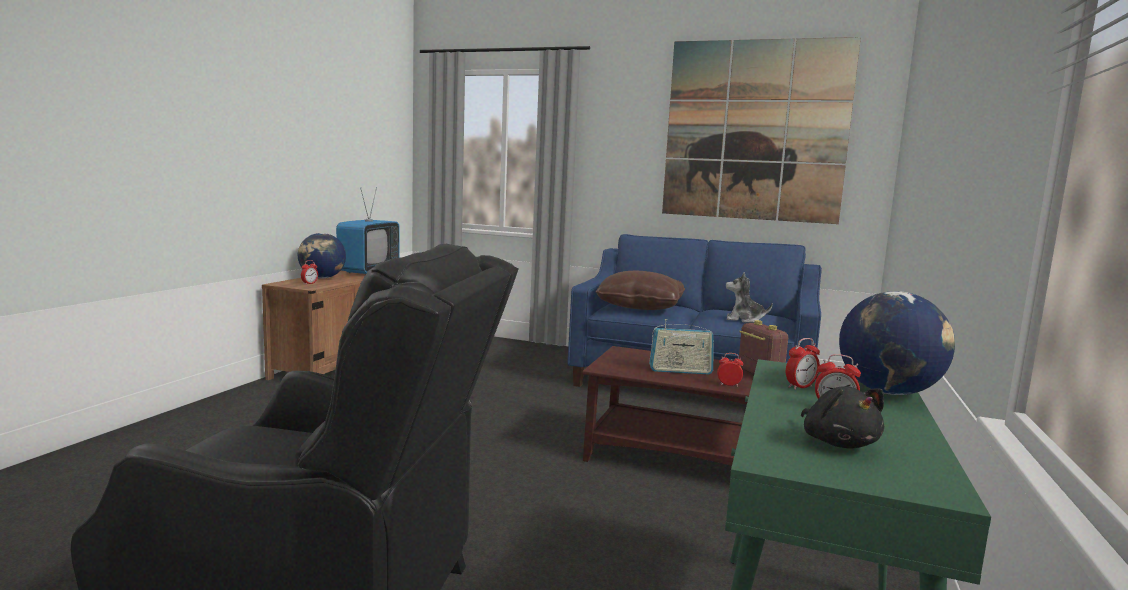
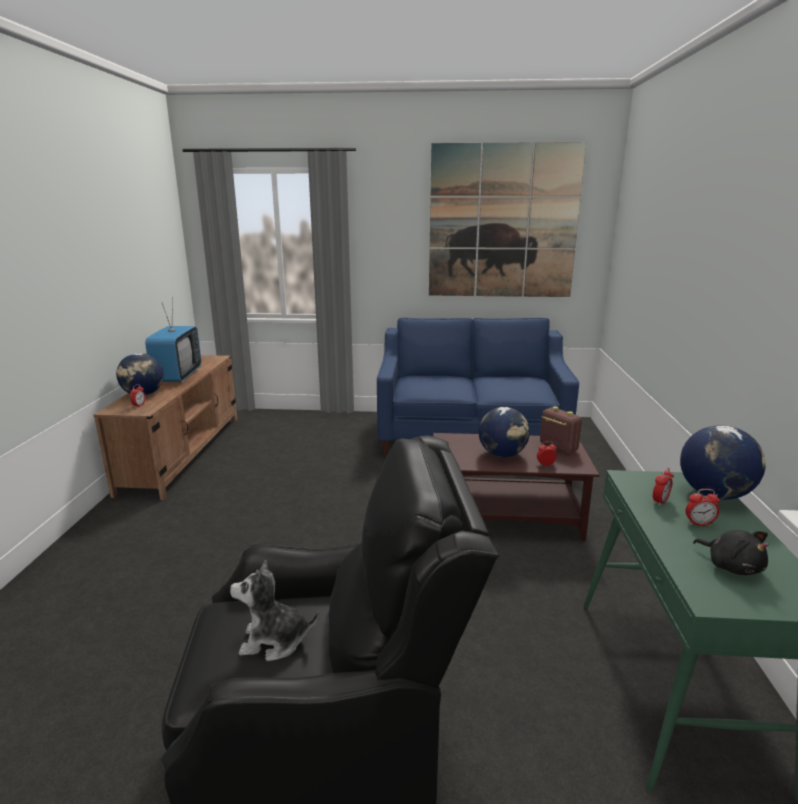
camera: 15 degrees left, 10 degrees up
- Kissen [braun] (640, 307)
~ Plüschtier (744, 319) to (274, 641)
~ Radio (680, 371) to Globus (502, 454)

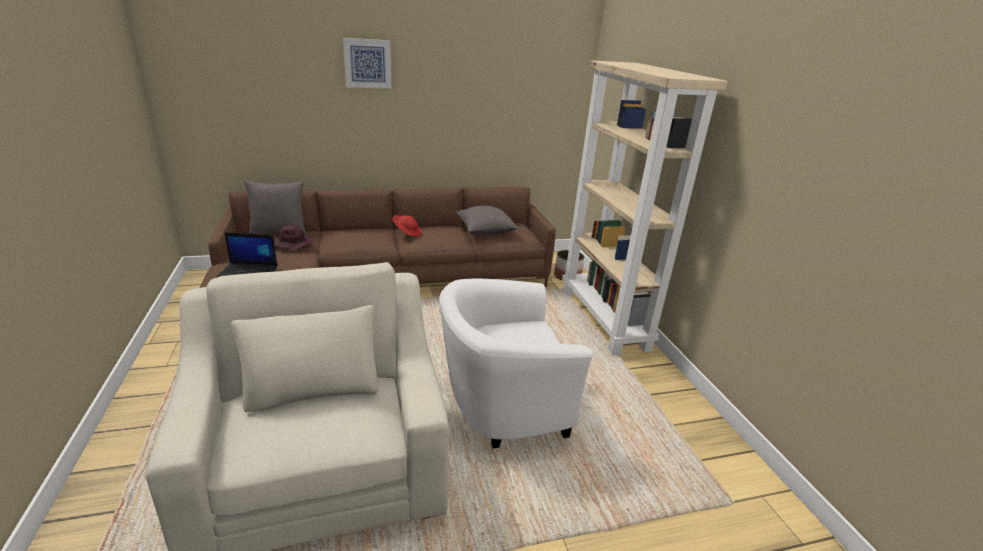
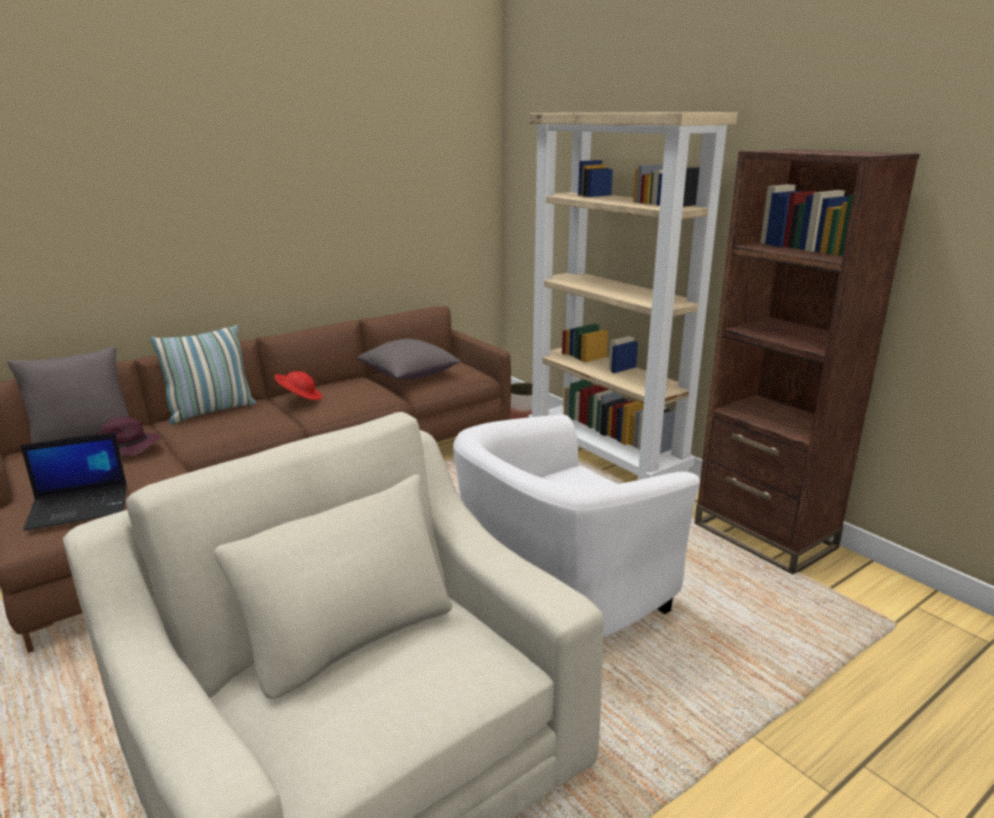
camera: 20 degrees left, 5 degrees down
- Bild (367, 63)
+ Bücherregal [braun] (764, 536)
+ Kissen (211, 411)

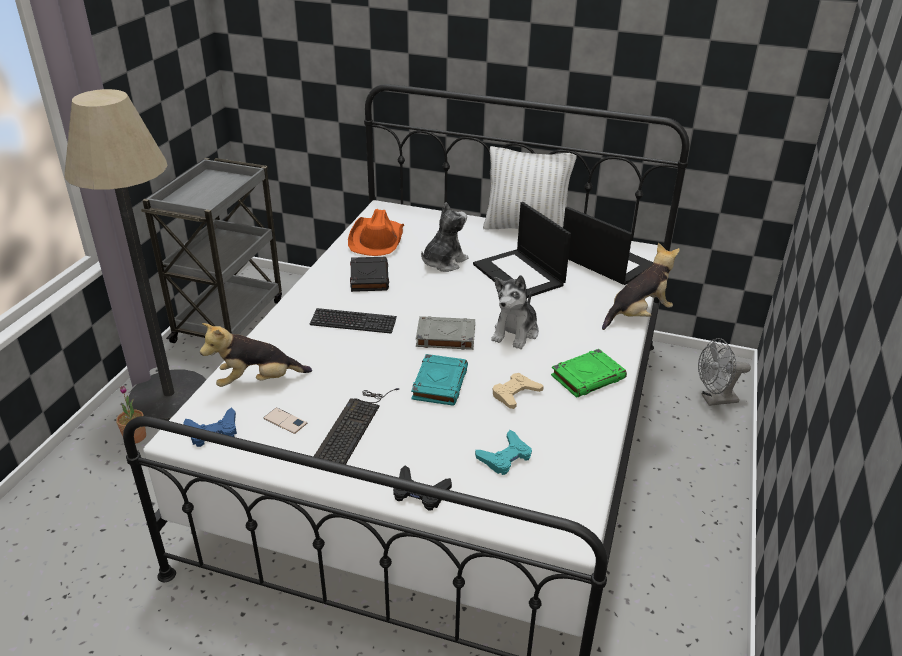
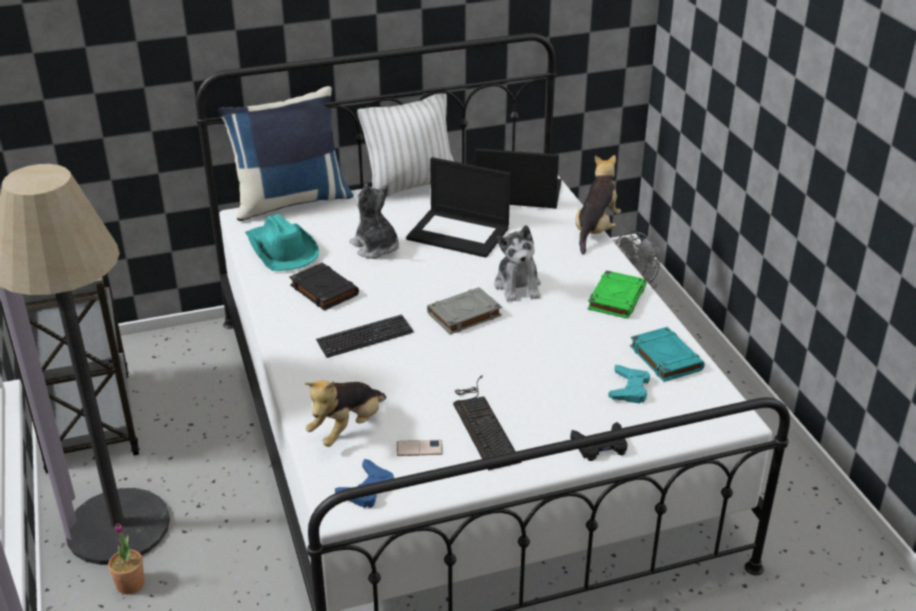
camera: 35 degrees left, 0 degrees up
~ Plüschtier (443, 262) = (376, 247) 45 degrees counterclockwise
~ Hut [orange] (377, 239) to Hut [türkis] (281, 250)
~ Buch [türkis] (439, 383) to (665, 358)
- Gamepad [beige] (515, 394)
+ Kissen [blau] (291, 201)

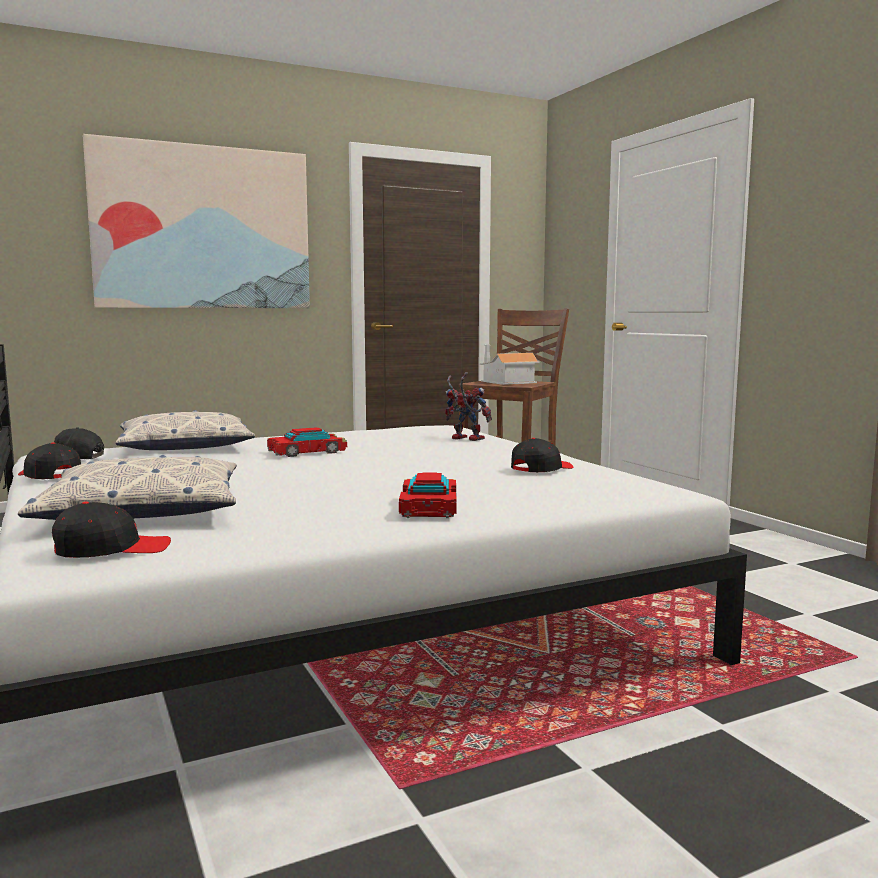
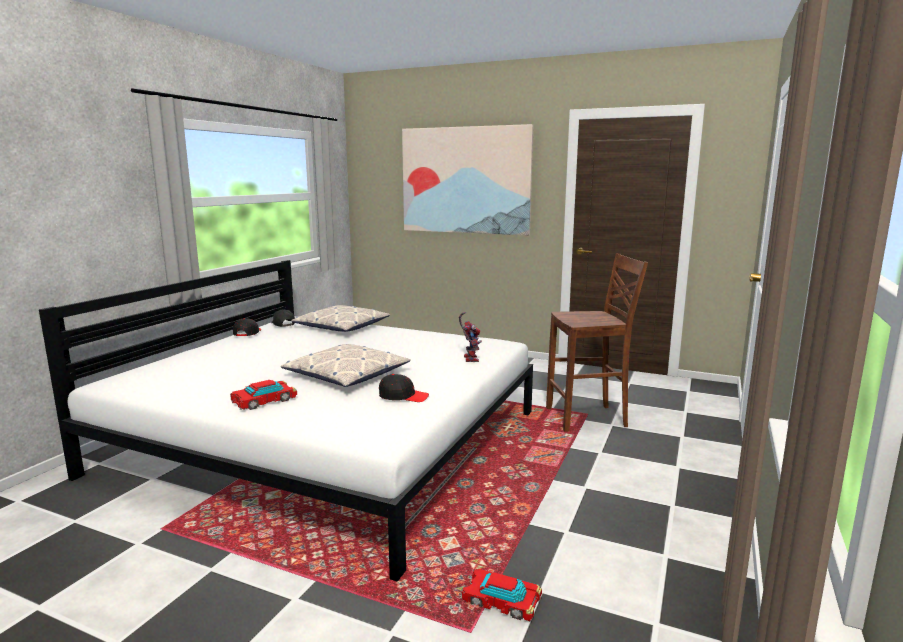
camera: 50 degrees right, 5 degrees up
- Spielzeughaus (506, 382)
~ Spielzeugauto (306, 452) to (501, 600)
~ Kissen (143, 510) to (347, 375)
- Kappe [schwarz] (112, 549)

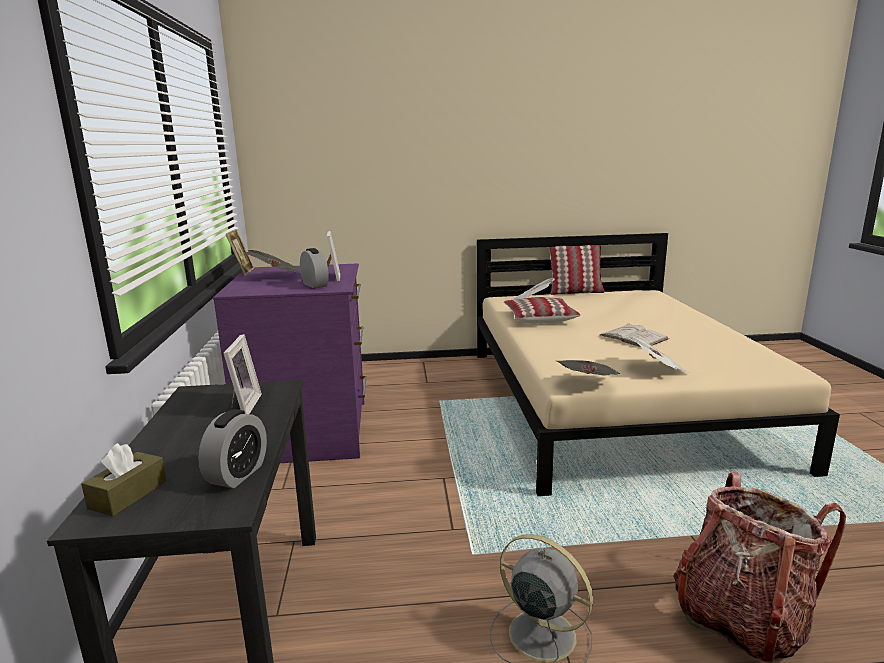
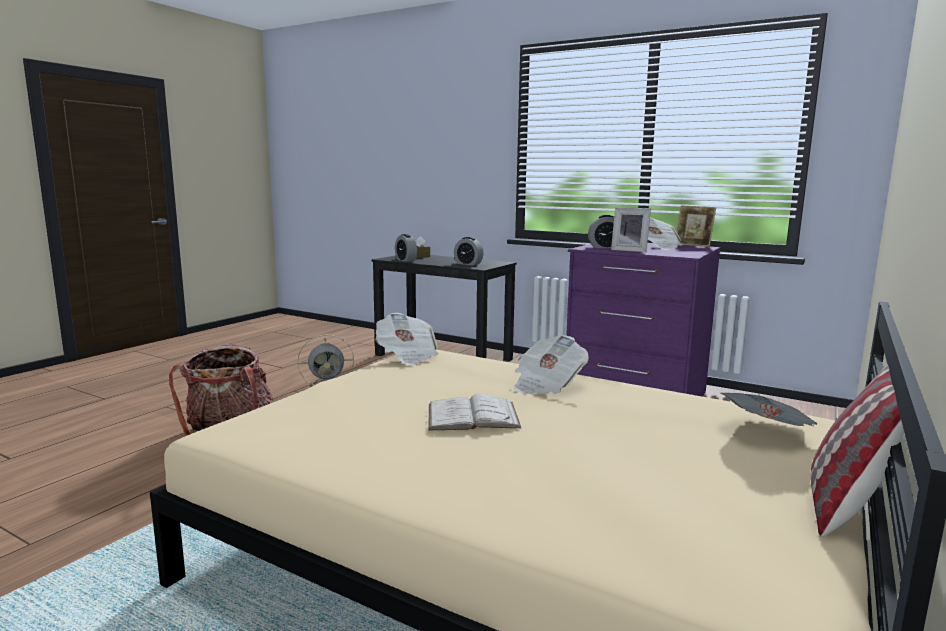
camera: 125 degrees right, 5 degrees down
- Kissen (539, 318)
~ Bilderrahmen (242, 406) to Wecker (468, 264)
~ Zeitung (656, 369) to (546, 385)

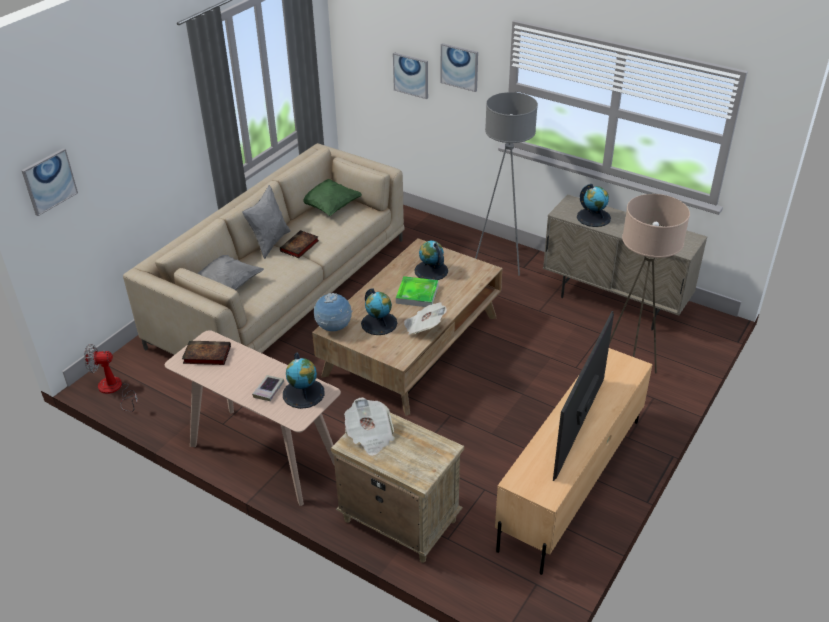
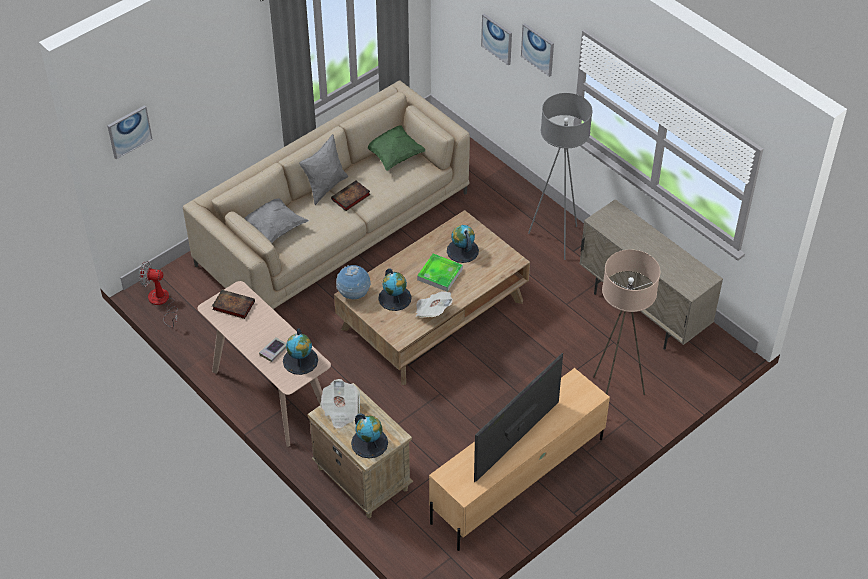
camera: 15 degrees right, 10 degrees up
~ Globus (593, 217) to (369, 443)

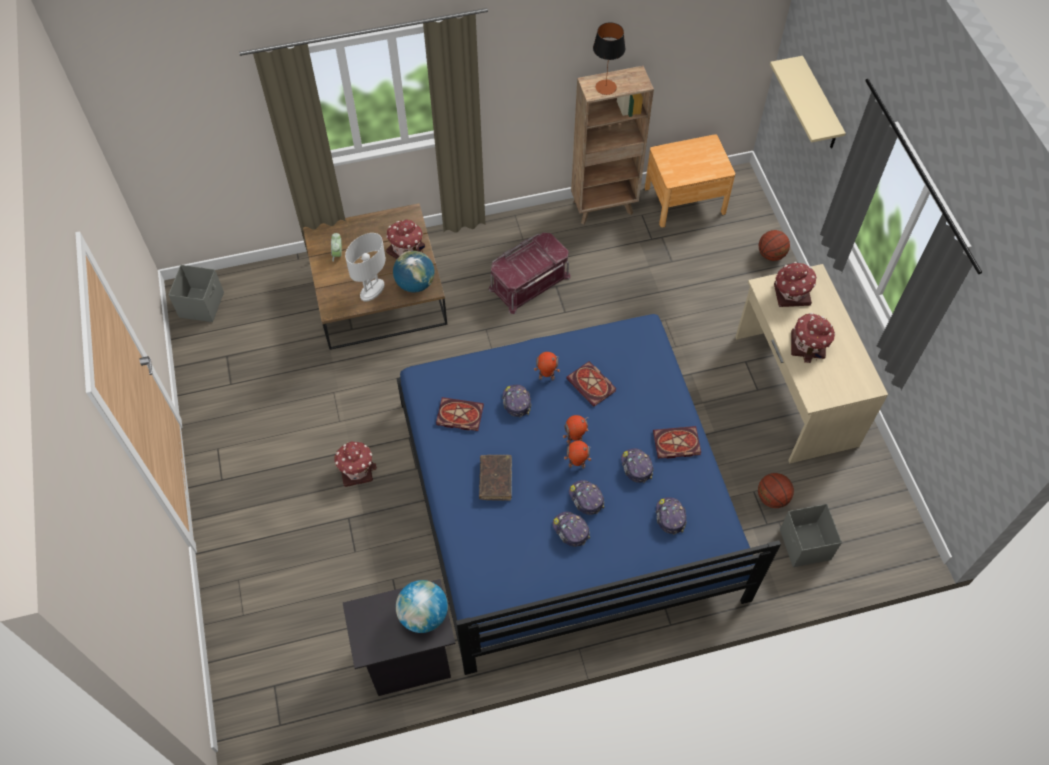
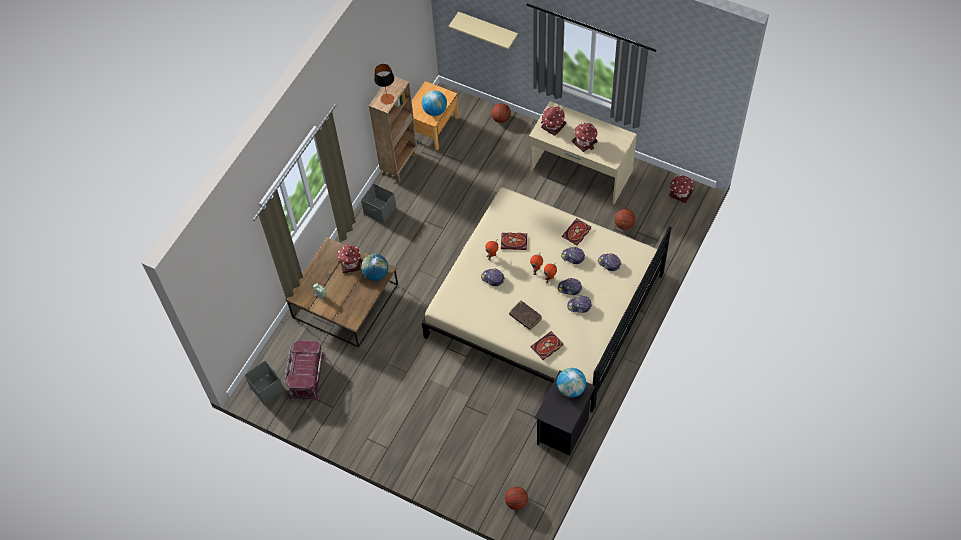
camera: 45 degrees left, 0 degrees up
- Tischlampe [weiß] (372, 290)
~ Aufbewahrungsbox [rot] (529, 281) to (306, 375)
~ Bett [blau] (567, 498) to Bett [beige] (545, 305)
~ Buch (458, 415) to (546, 347)
~ Spielzeughaus (356, 469) to (680, 193)
~ Aufbewahrungsbox [grau] (804, 545) to (380, 211)
+ Globus (435, 111)
+ Basketball (516, 502)

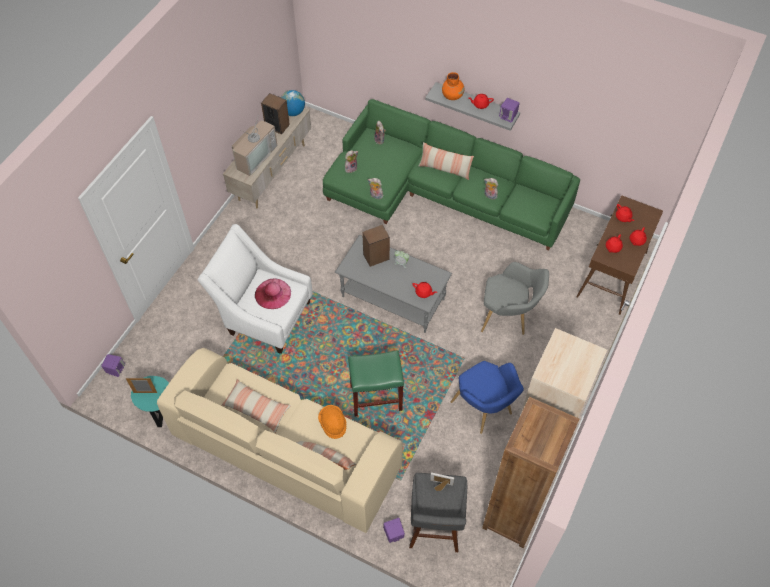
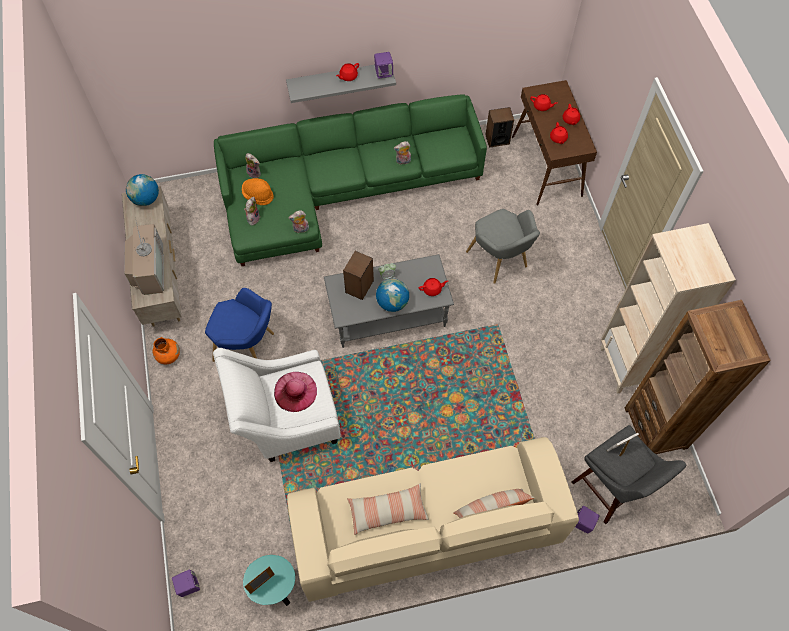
camera: 40 degrees left, 5 degrees up
~ Vase [orange] (452, 95) to (168, 355)
~ Lautsprecher (277, 126) to (497, 139)
- Kissen (445, 169)
~ Sessel [grau] (508, 317) = (500, 262) 90 degrees clockwise
- Hocker [grün] (375, 398)
~ Sessel [blau] (484, 410) to (248, 347)
~ Hut [orange] (333, 424) to (258, 195)
+ Globus (392, 303)

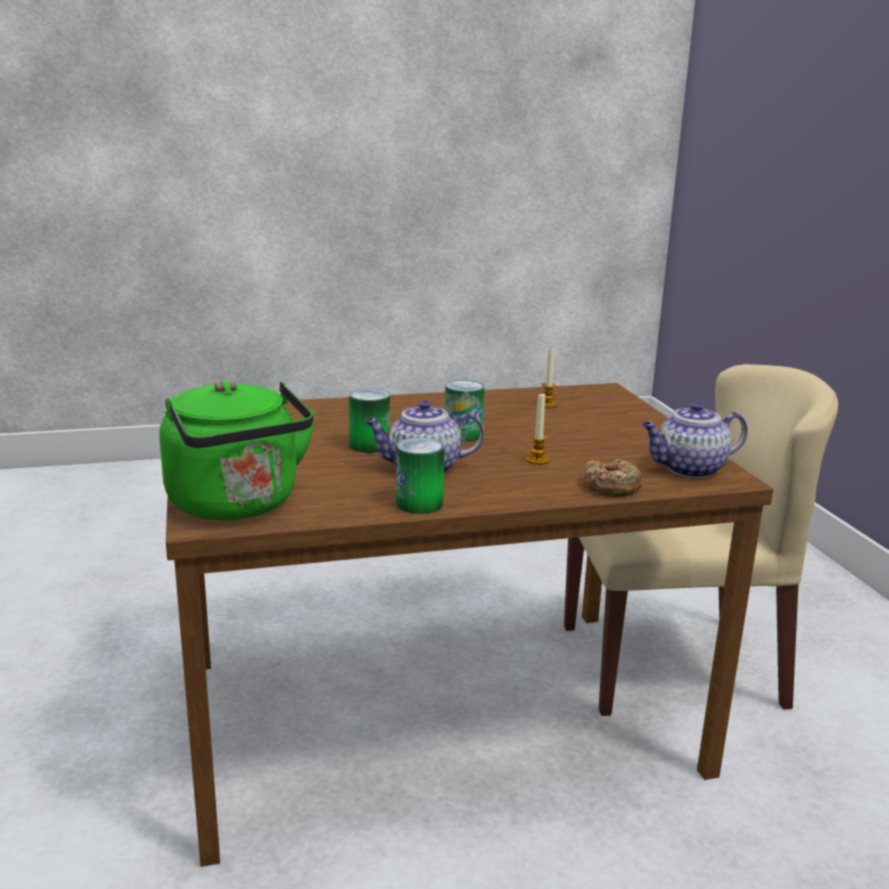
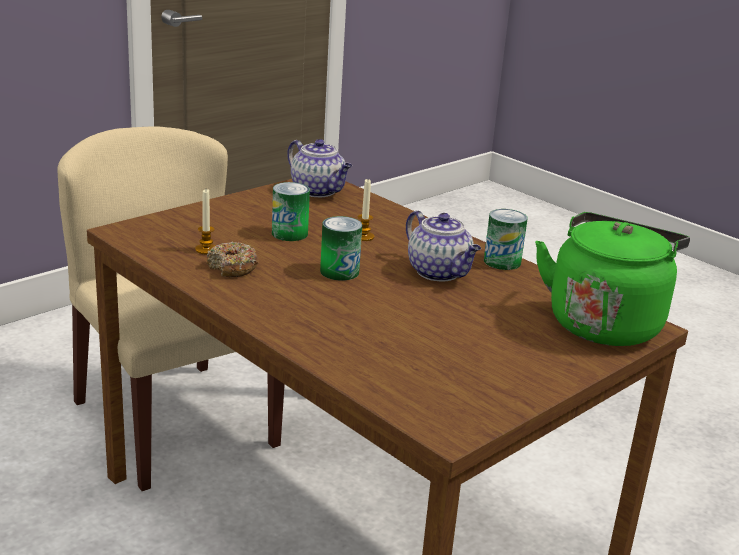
camera: 120 degrees left, 5 degrees up
~ Dose (369, 445) to (289, 233)
~ Donut (611, 487) to (232, 268)

